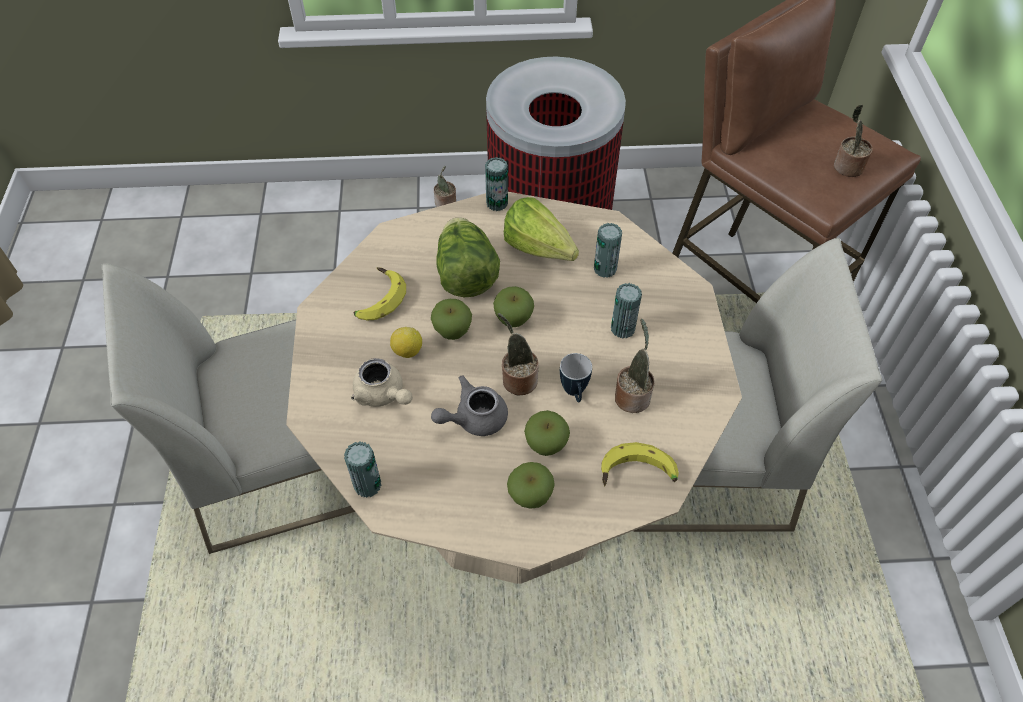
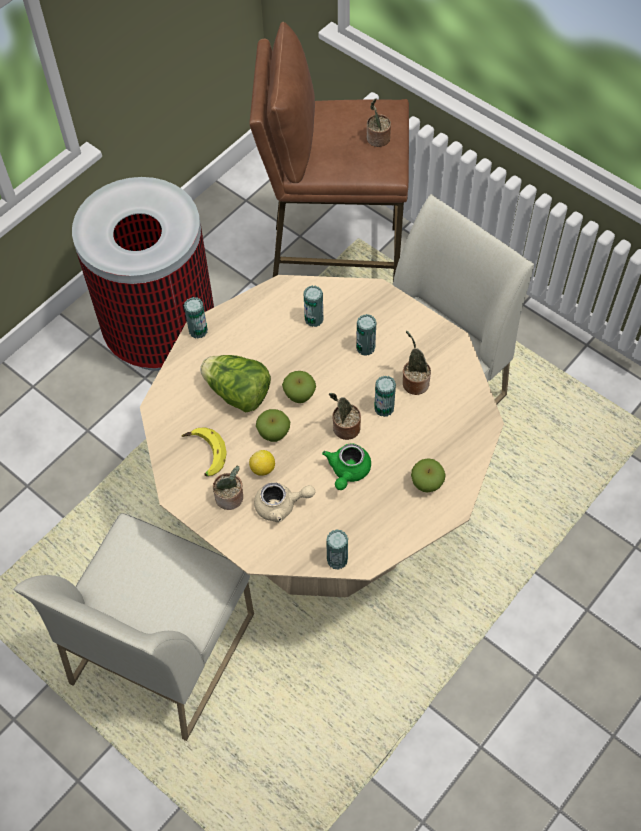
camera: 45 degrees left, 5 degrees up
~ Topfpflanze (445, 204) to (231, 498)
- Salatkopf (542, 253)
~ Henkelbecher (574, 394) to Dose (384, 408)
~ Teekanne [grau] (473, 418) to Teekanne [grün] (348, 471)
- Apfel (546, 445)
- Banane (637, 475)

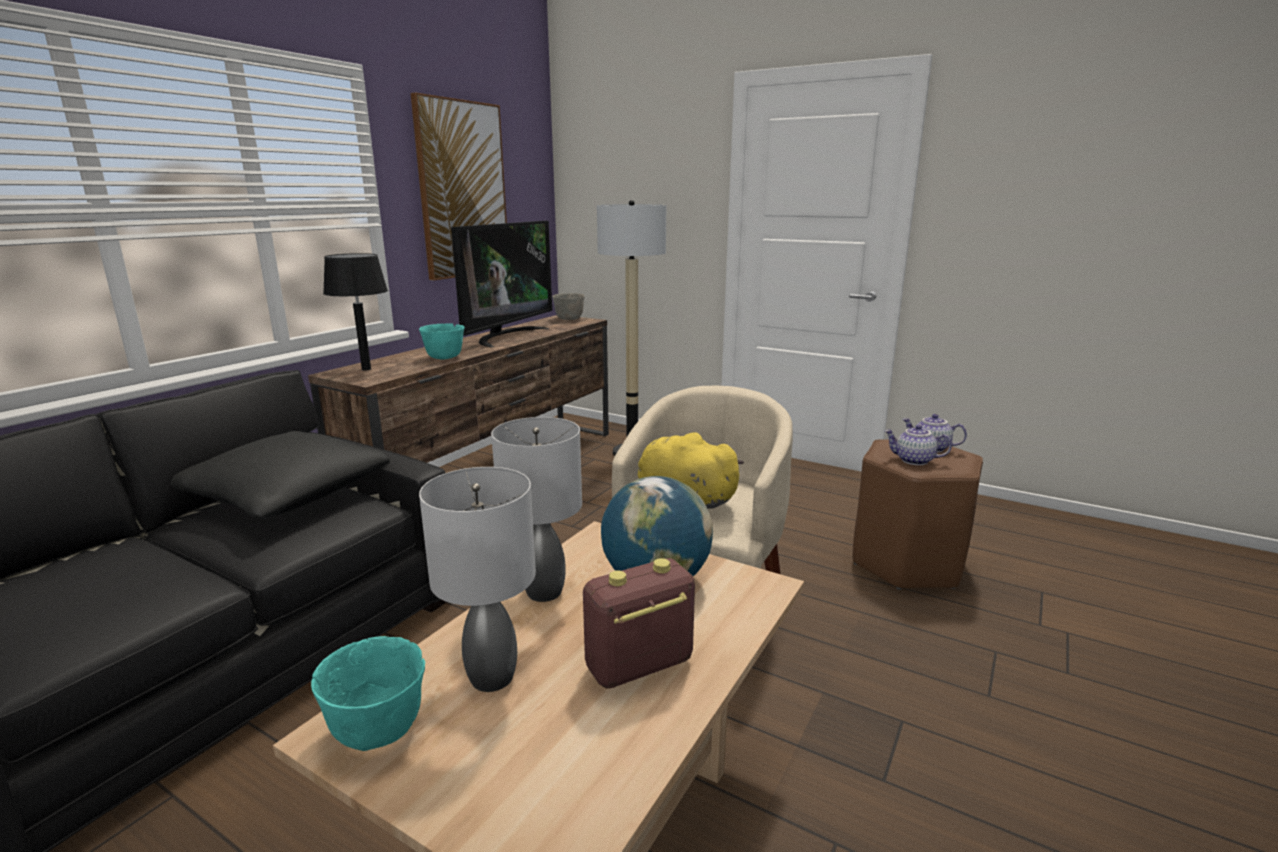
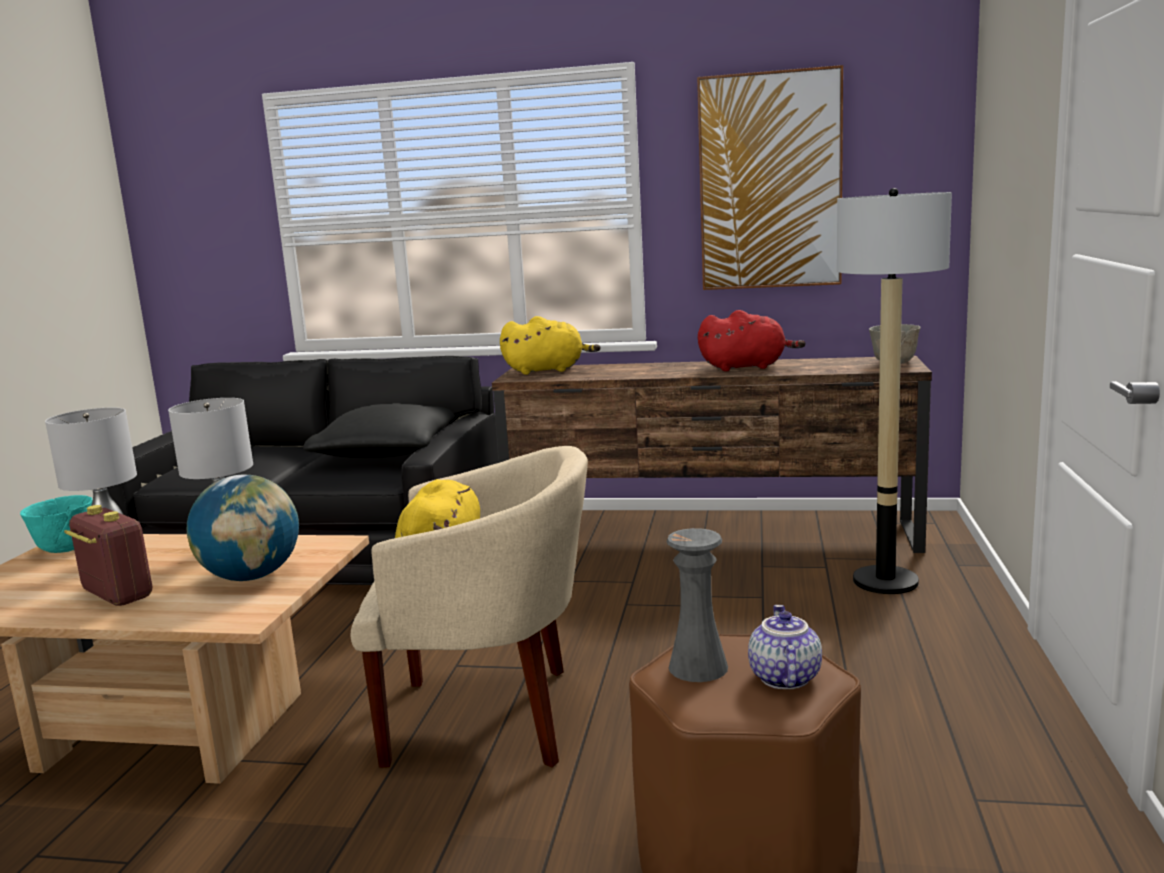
camera: 70 degrees right, 5 degrees down
~ Fernseher (506, 336) to Plüschtier [rot] (746, 367)
~ Tischlampe [schwarz] (366, 369) to Plüschtier [gelb] (547, 370)
- Schüssel [türkis] (445, 357)
~ Teekanne (913, 461) to Vase [grau] (698, 667)

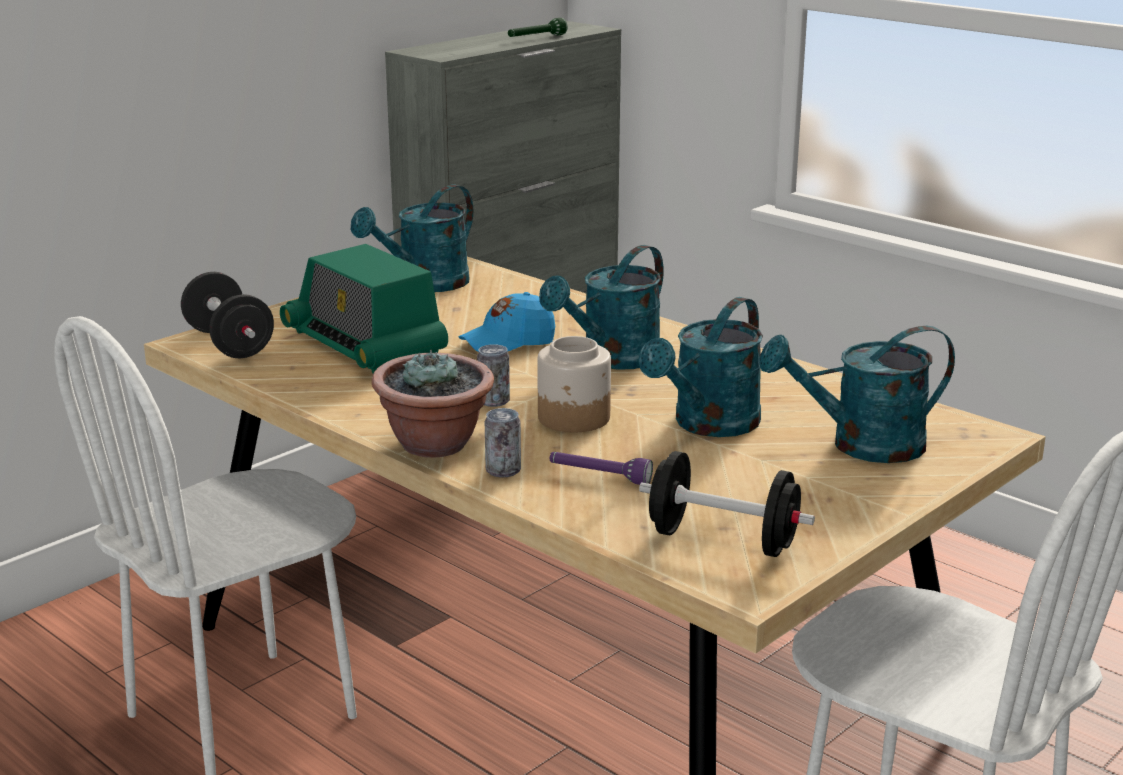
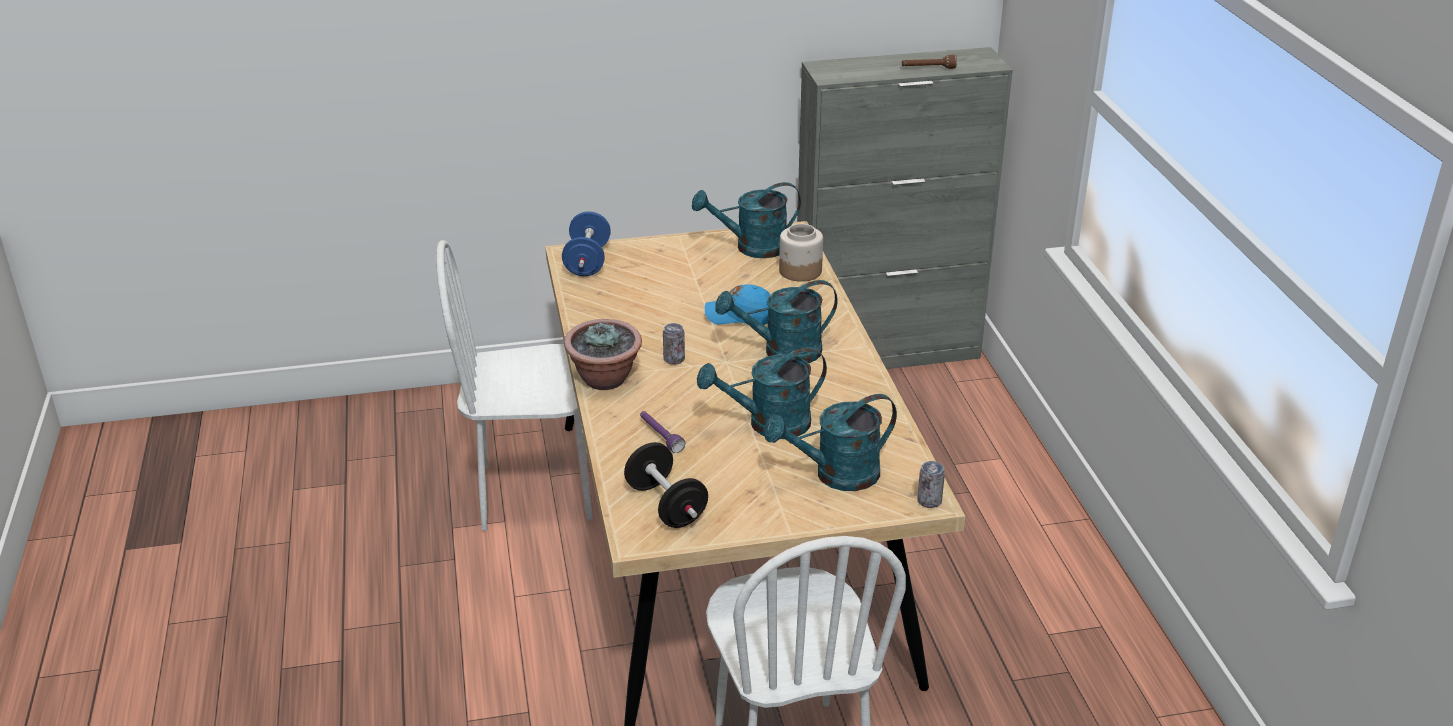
camera: 35 degrees right, 10 degrees up
~ Taschenlampe [grün] (536, 38) to Taschenlampe [braun] (928, 68)
- Radio (365, 344)
~ Hantel [schwarz] (229, 343) to Hantel [blau] (587, 261)
~ Gießkanne [türkis] (861, 446) = (836, 476) 45 degrees counterclockwise
~ Vorratsglas (574, 418) to (800, 271)
~ Dose (503, 470) to (929, 501)

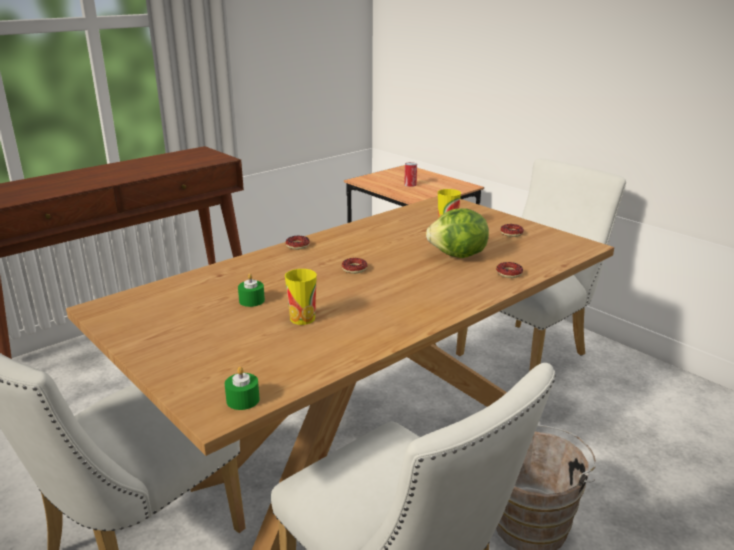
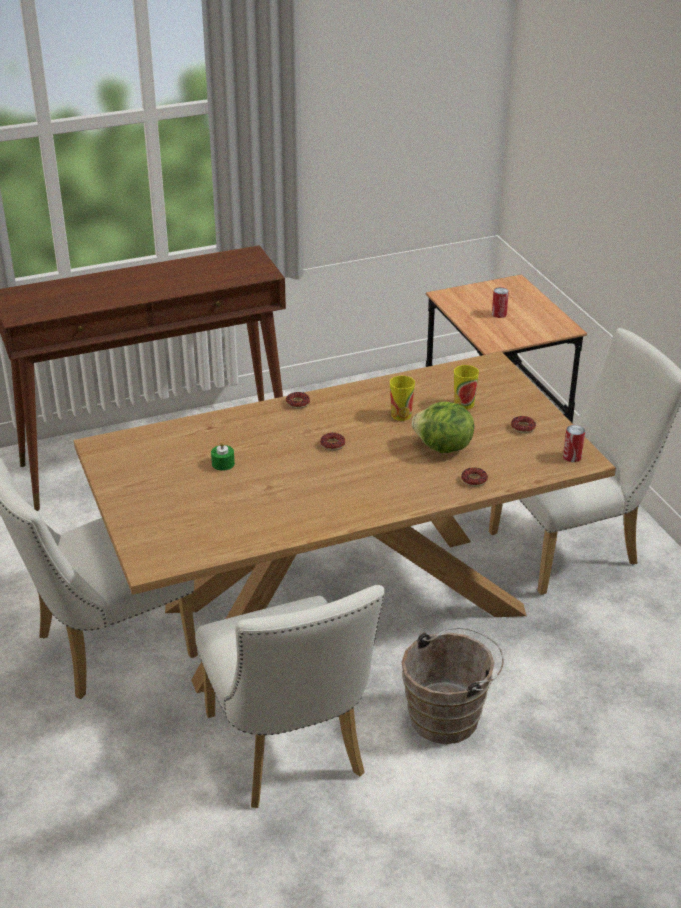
camera: 20 degrees right, 10 degrees up
~ Tasse (302, 318) to (401, 415)
- Kerze [grün] (243, 400)
+ Dose (572, 457)

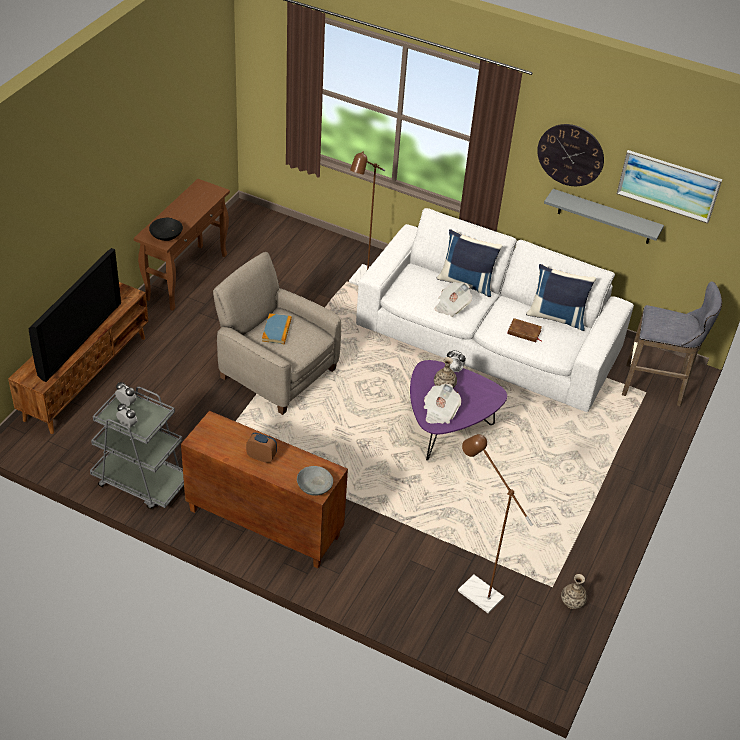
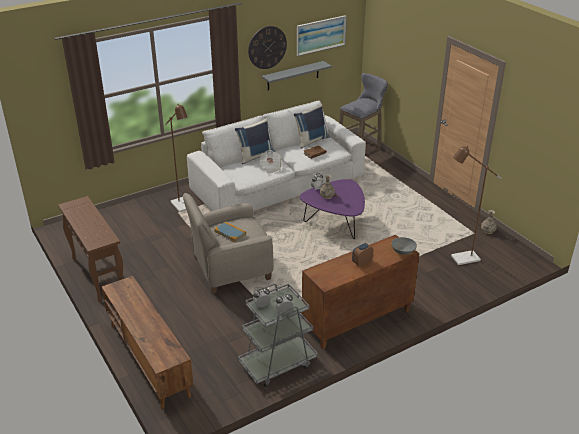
camera: 55 degrees left, 10 degrees down
- Schüssel [schwarz] (166, 236)
- Fernseher (78, 338)
- Zeitung (439, 412)

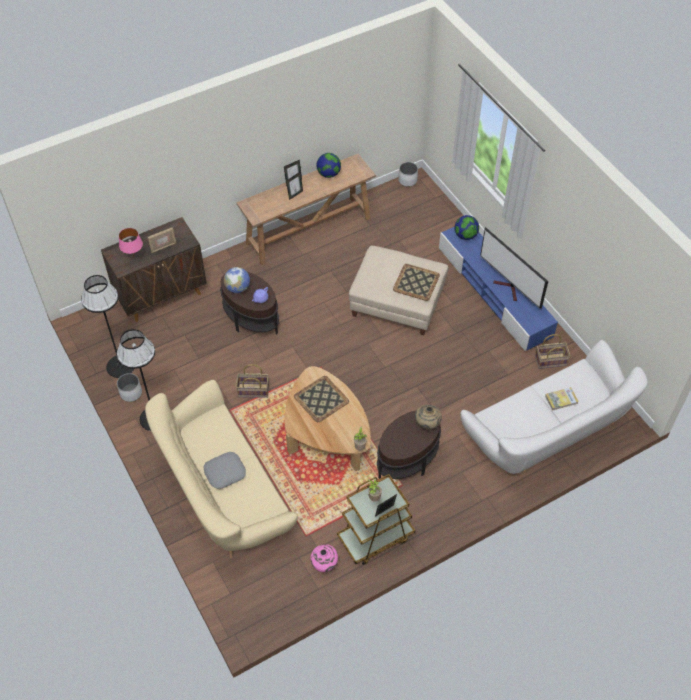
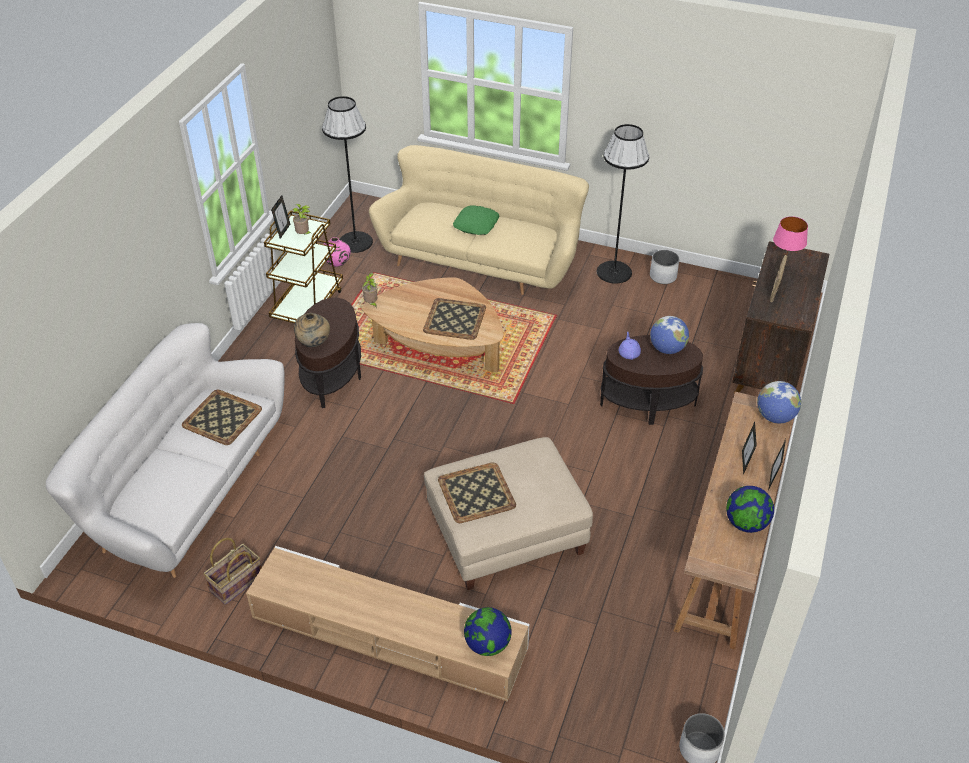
camera: 140 degrees right, 10 degrees down
~ Fernsehschrank [blau] (494, 292) to Fernsehschrank [beige] (388, 634)
- Fernseher (509, 289)
~ Stehlampe [schwarz] (120, 366) to (355, 242)
- Korb (253, 391)
- Buch (561, 399)
~ Kissen [grau] (225, 472) to Kissen [grün] (476, 225)
+ Globus (775, 417)
+ Tablett (221, 417)

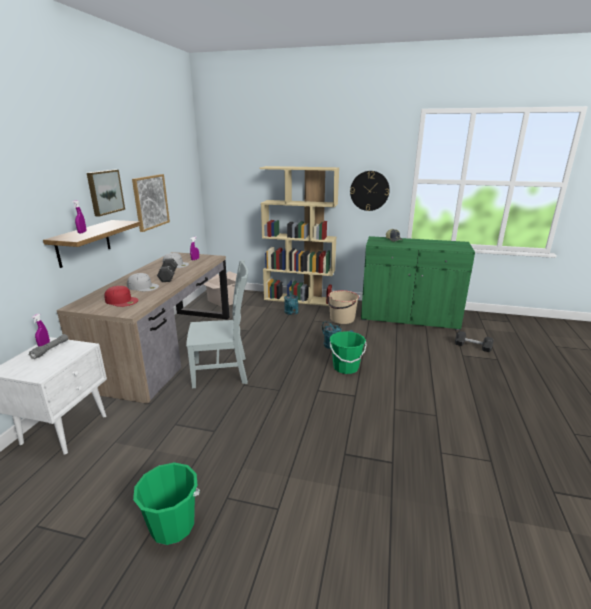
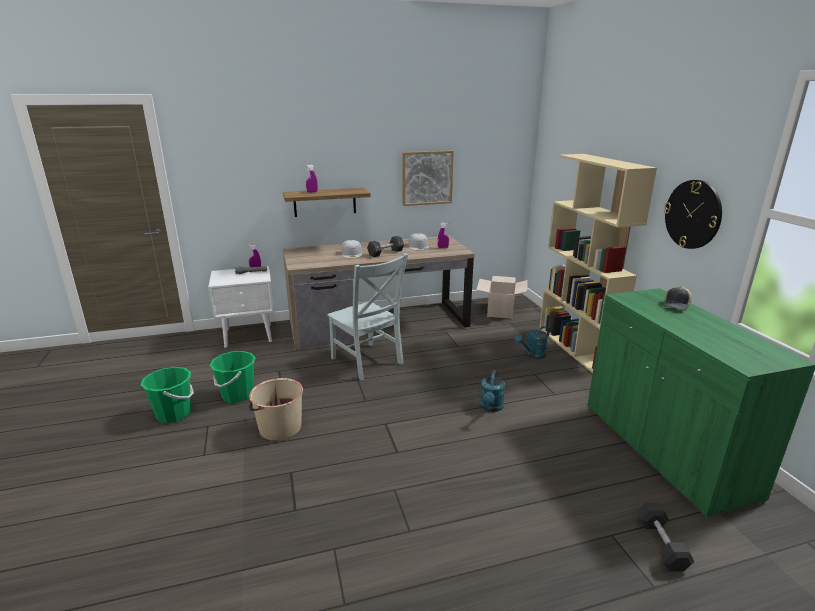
camera: 60 degrees right, 0 degrees up
- Bild (104, 192)
- Kappe [rot] (122, 300)
~ Eimer [beige] (342, 319) to (279, 428)
~ Eimer [grün] (346, 367) to (237, 395)

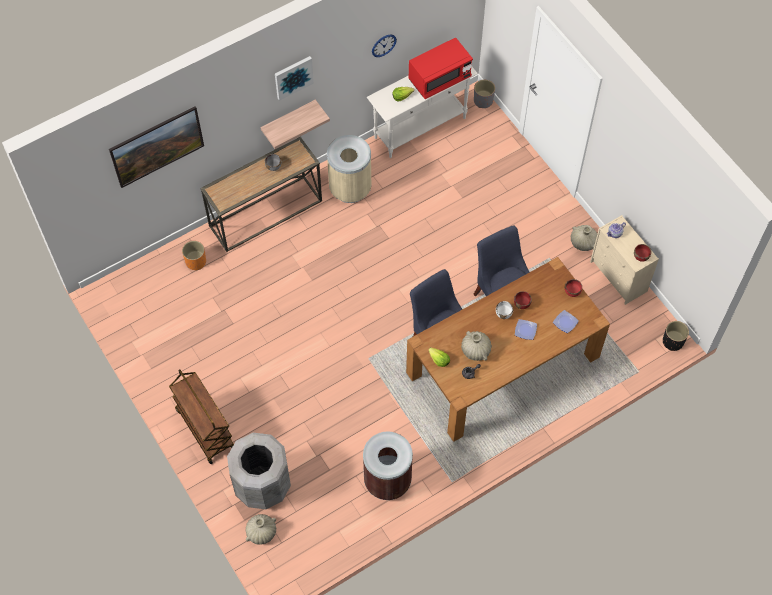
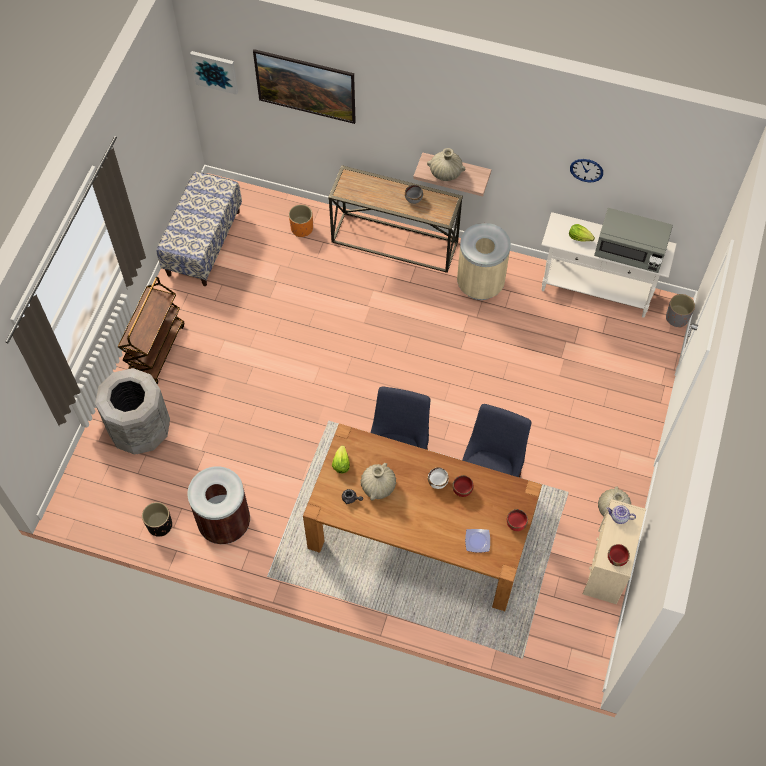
camera: 50 degrees right, 0 degrees up
~ Mikrowelle [rot] (439, 79) to Mikrowelle [grau] (629, 252)
~ Bild (293, 77) to (215, 71)
- Teller (525, 330)
~ Pflanzkübel [schwarz] (673, 341) to (160, 525)
~ Vase [beige] (261, 532) to (445, 173)
+ Bank (203, 242)

